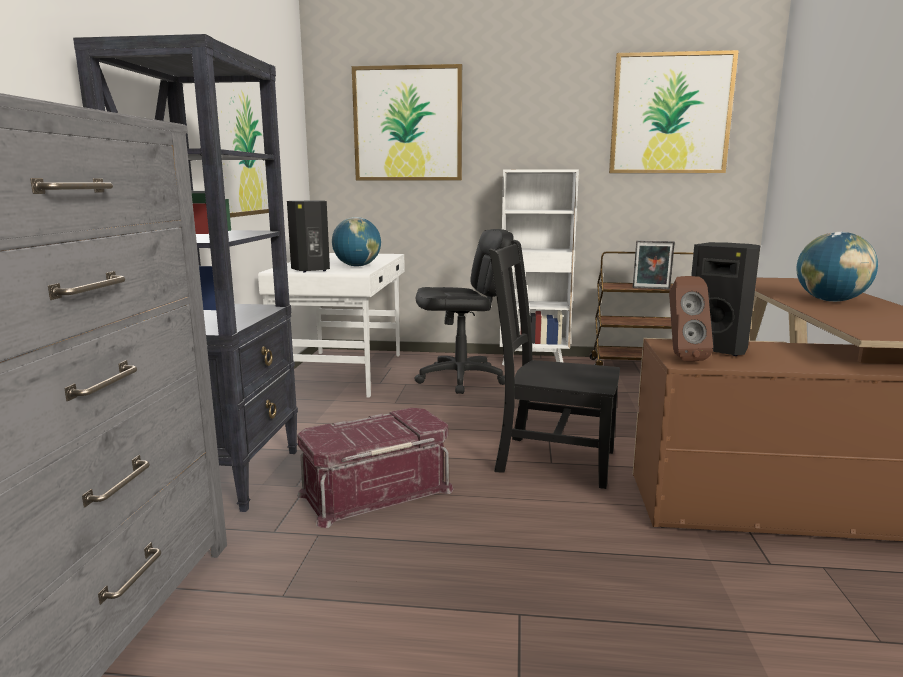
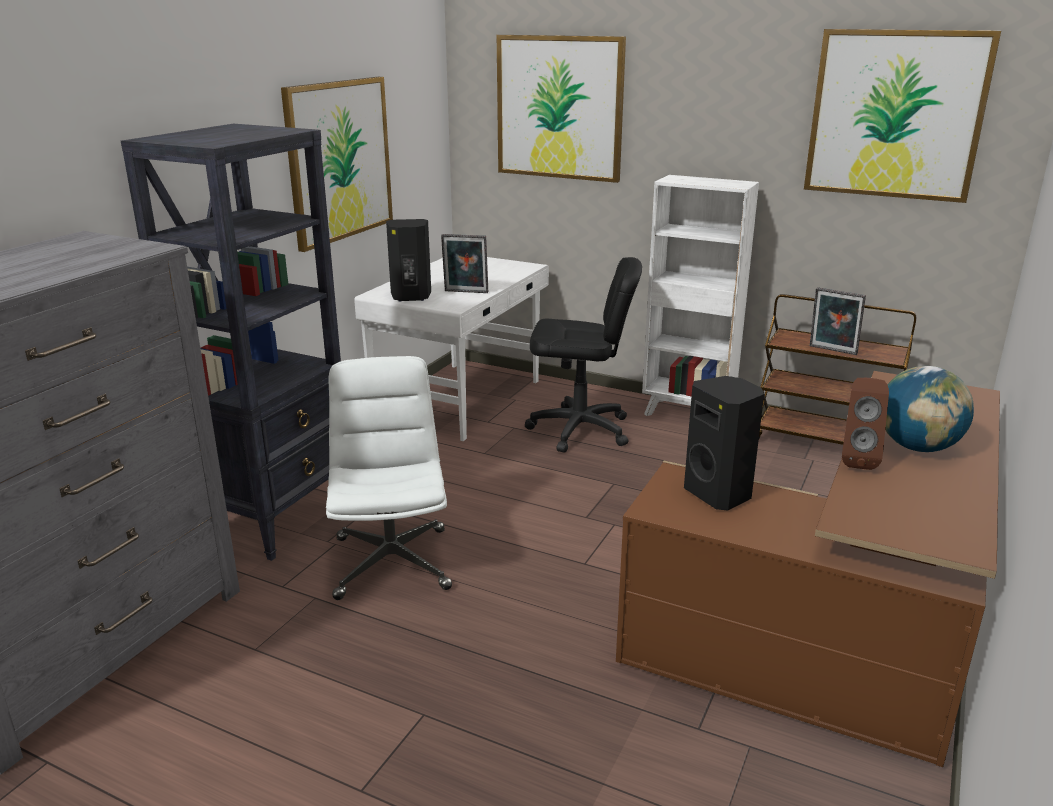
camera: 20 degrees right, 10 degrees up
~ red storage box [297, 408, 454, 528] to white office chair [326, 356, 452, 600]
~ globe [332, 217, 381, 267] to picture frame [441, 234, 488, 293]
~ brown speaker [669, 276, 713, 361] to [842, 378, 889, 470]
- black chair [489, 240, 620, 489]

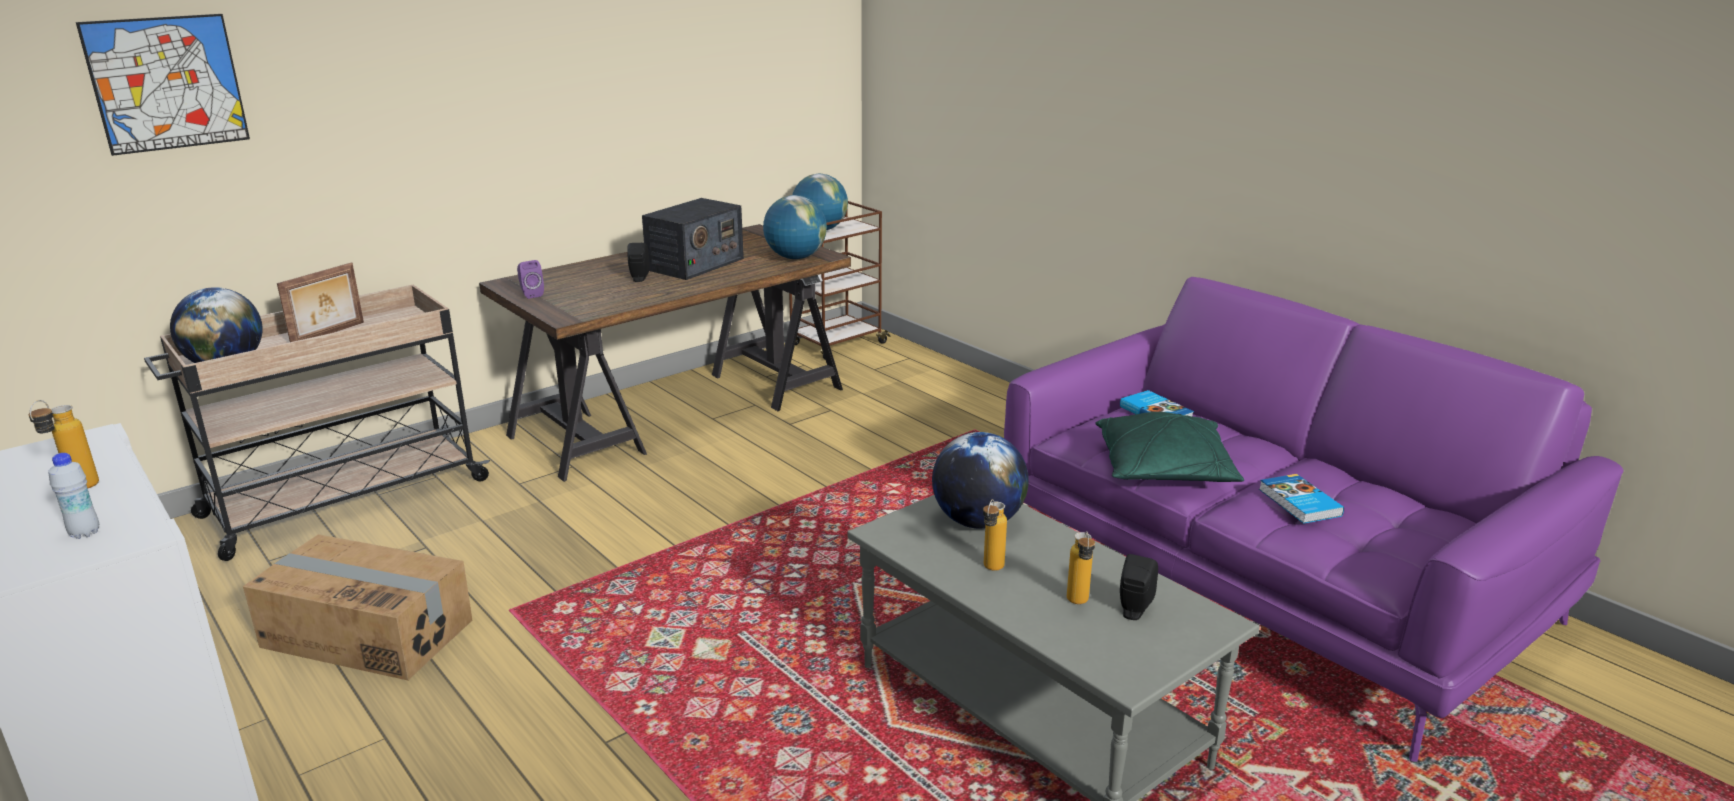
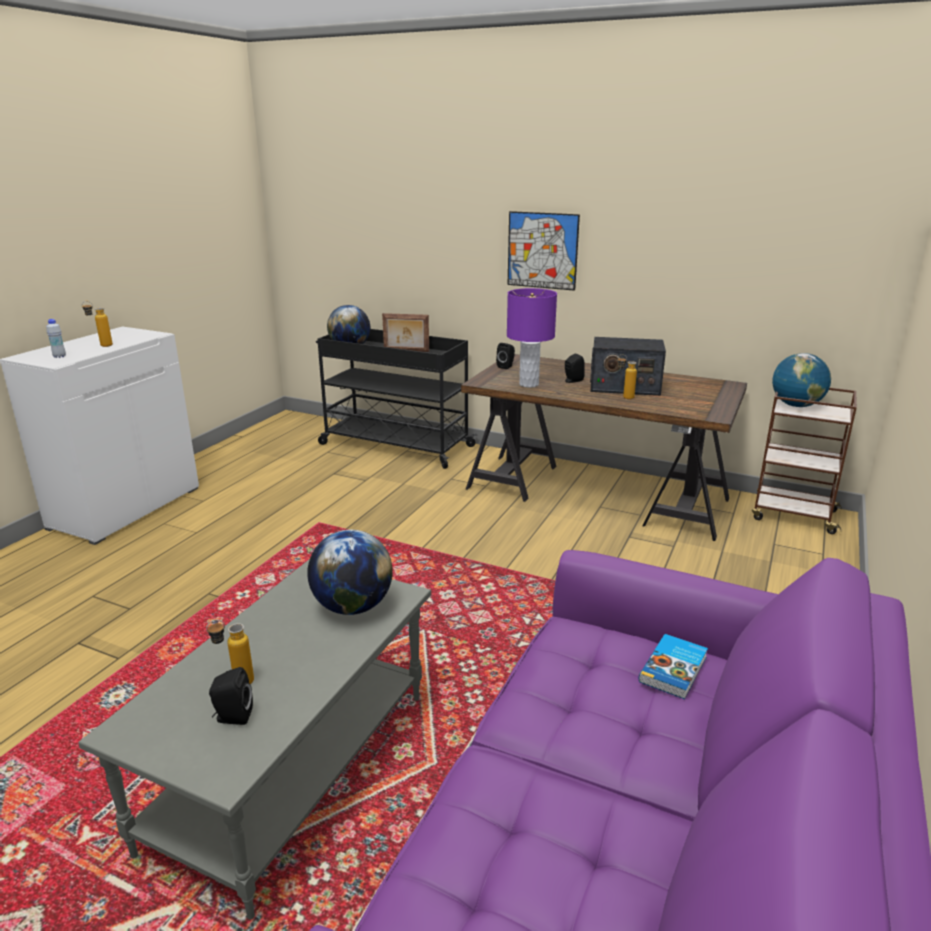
camera: 65 degrees right, 0 degrees up
~ beige cart [144, 285, 490, 561] to black cart [316, 329, 477, 469]
~ purple speaker [517, 260, 544, 299] to black speaker [496, 343, 515, 369]
+ purple table lamp [507, 288, 557, 388]
~ picture [76, 14, 250, 156] to [508, 211, 580, 291]
~ bottle [983, 499, 1007, 571] to [617, 355, 637, 399]
- cardboard box [243, 534, 472, 680]
- globe [763, 195, 827, 259]
- green pillow [1096, 412, 1244, 482]
- book [1259, 474, 1344, 523]

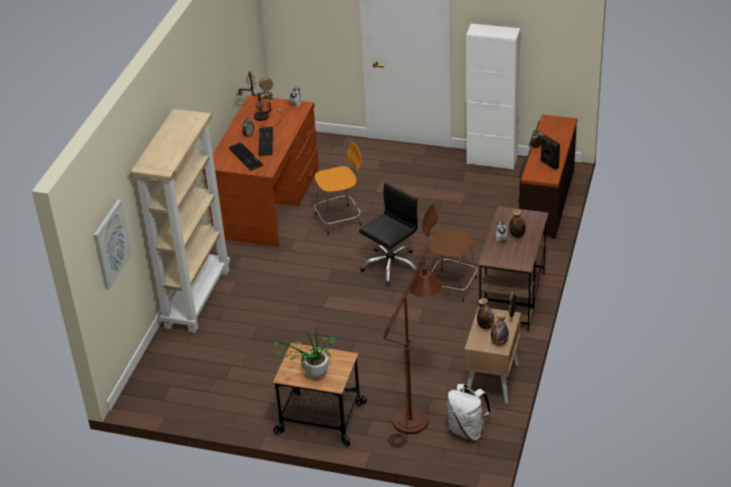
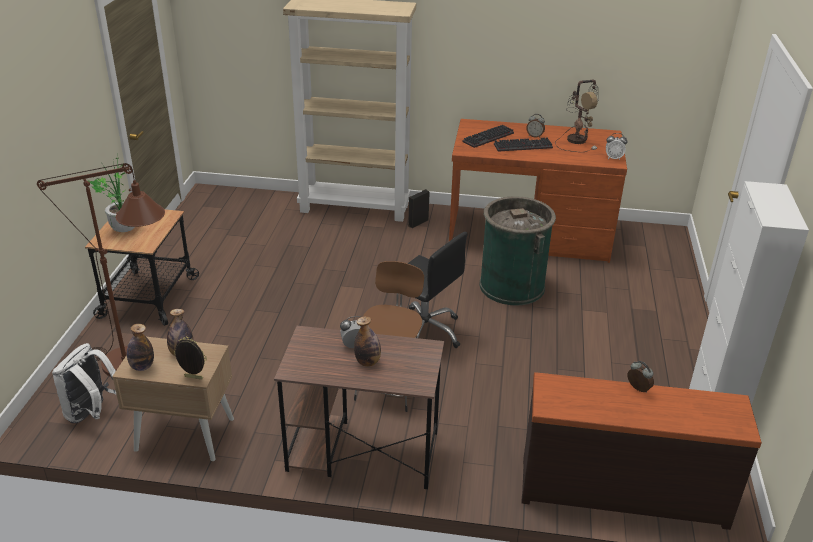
camera: 80 degrees right, 5 degrees down
~ black speaker [540, 135, 560, 170] to [408, 189, 430, 228]
~ orange stool [315, 141, 362, 235] to green trash can [480, 196, 556, 306]
- picture [94, 200, 132, 290]

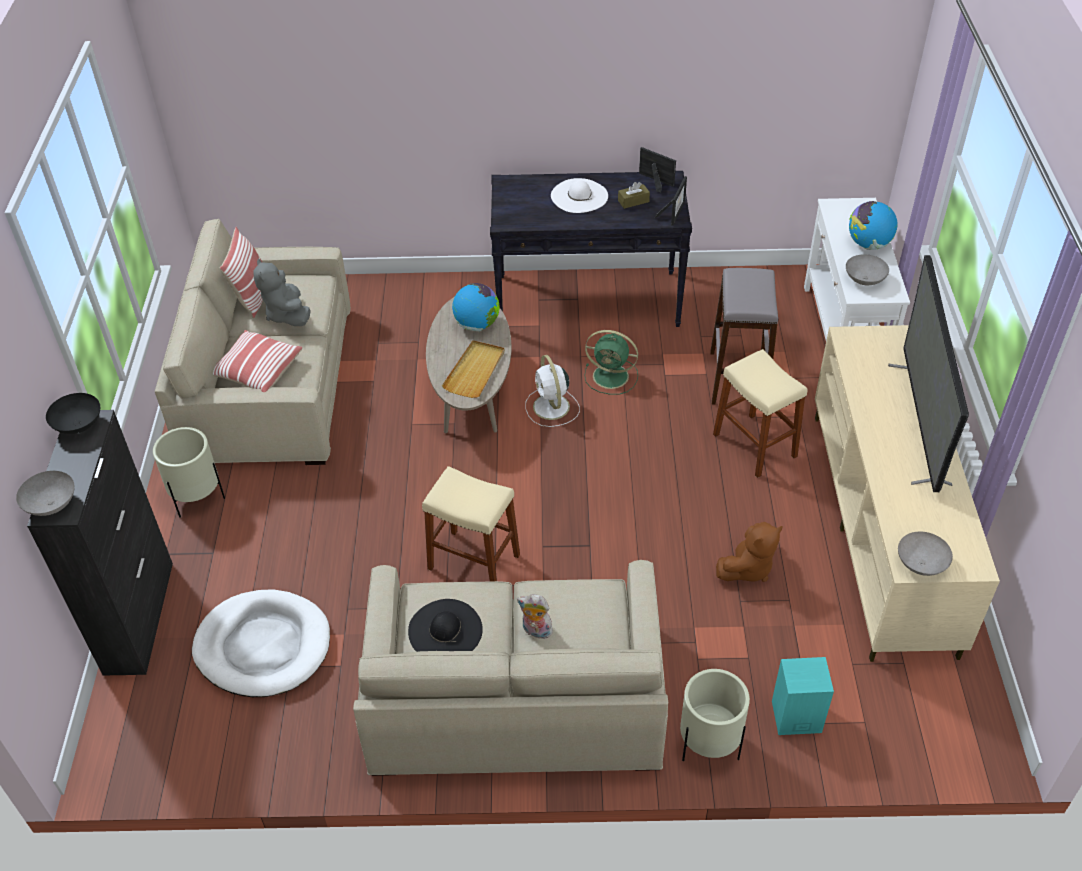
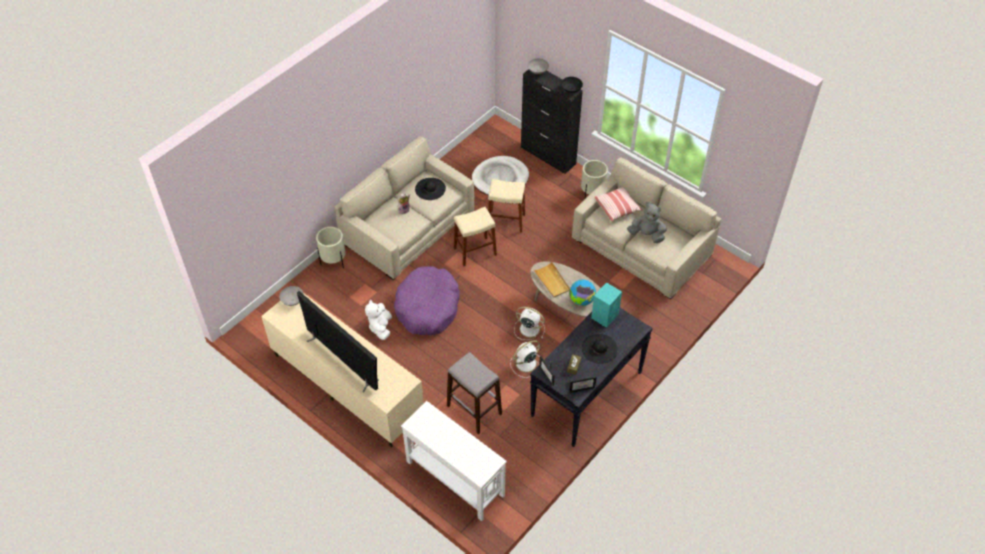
camera: 130 degrees right, 5 degrees up
~ brown plush toy [716, 522, 783, 582] to white plush toy [365, 300, 392, 340]
+ purple dog bed [394, 266, 460, 335]
~ beige stool [713, 349, 807, 478] to [488, 179, 525, 233]
~ green fan [584, 330, 638, 395] to white fan [510, 340, 540, 378]
~ white hat [551, 178, 608, 213] to black hat [582, 334, 618, 364]
~ turquoise speaker [772, 657, 834, 735] to [591, 282, 622, 328]
- pillow [220, 227, 263, 318]
- grey bowl [846, 254, 889, 285]
- globe [849, 201, 898, 250]

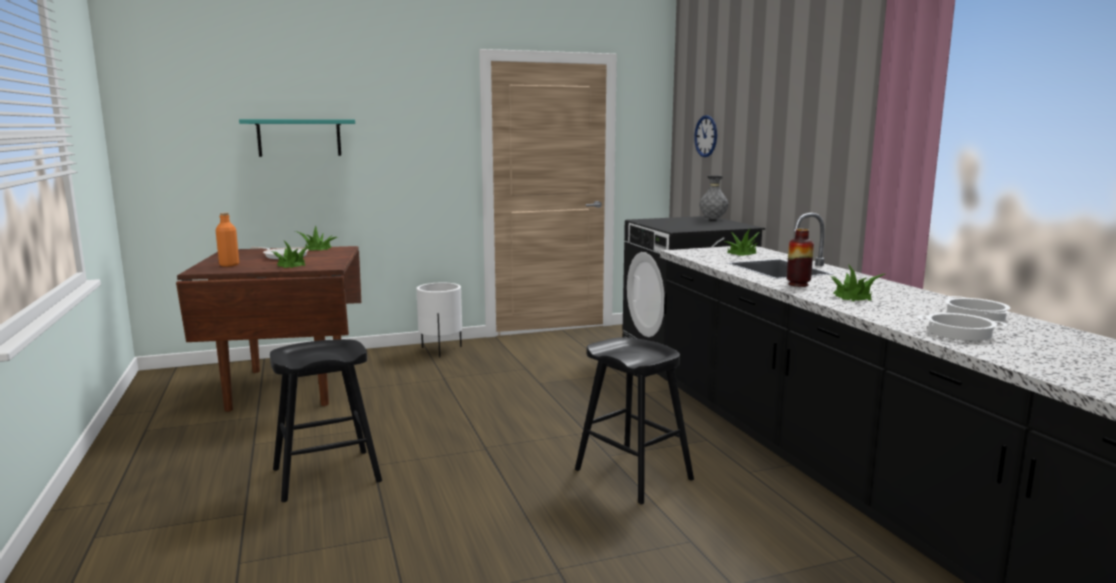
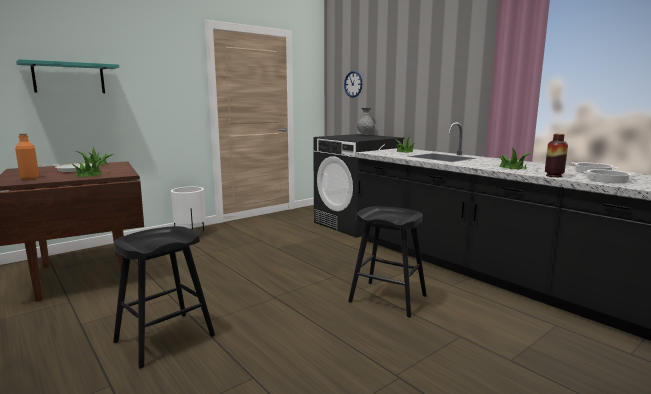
camera: 20 degrees left, 0 degrees up
~ vase [787, 229, 814, 287] to [545, 134, 568, 177]

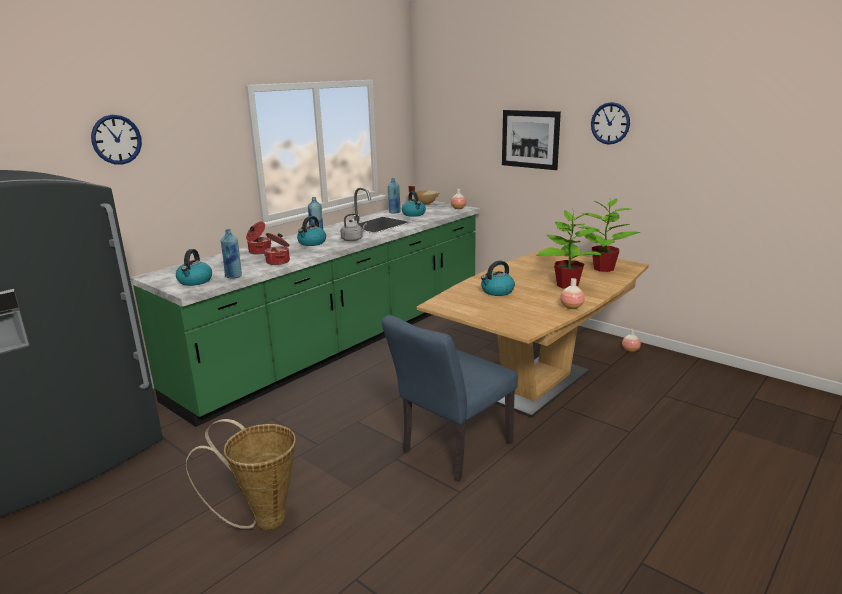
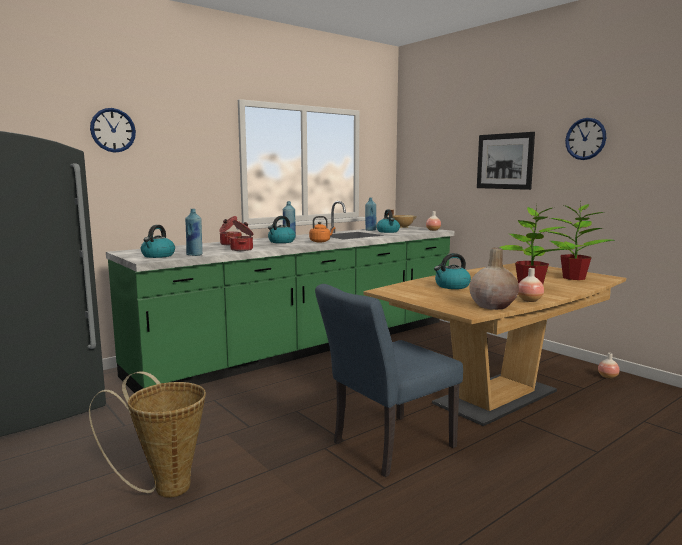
camera: 10 degrees right, 10 degrees down
~ grey kettle [340, 213, 367, 241] to orange kettle [309, 216, 335, 242]
+ beige vase [469, 248, 519, 310]

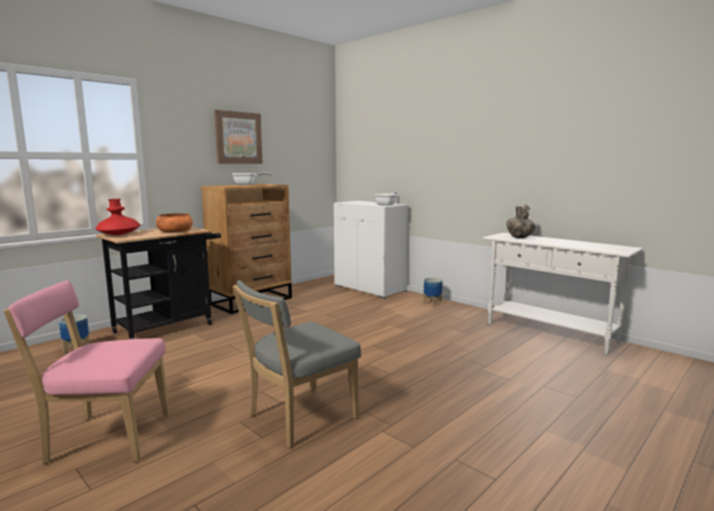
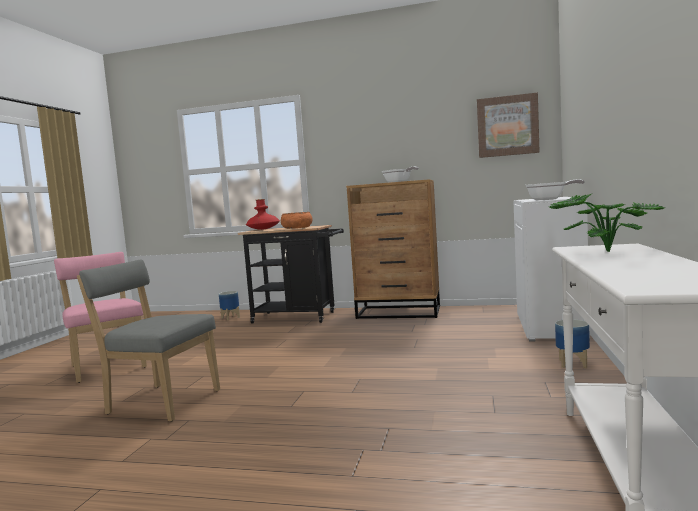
camera: 60 degrees right, 5 degrees down
~ picture [214, 110, 263, 164] to [477, 92, 540, 158]
~ vase [506, 204, 536, 239] to potted plant [549, 194, 665, 252]

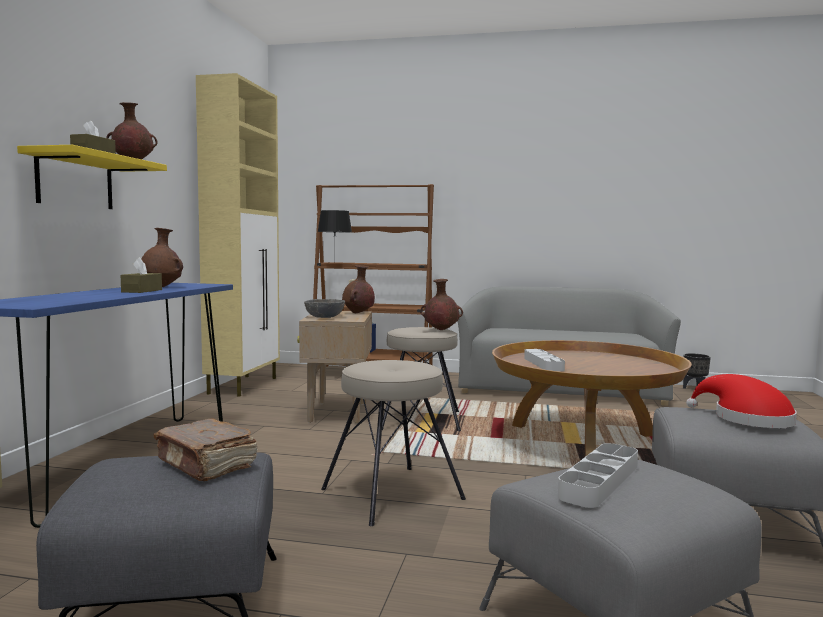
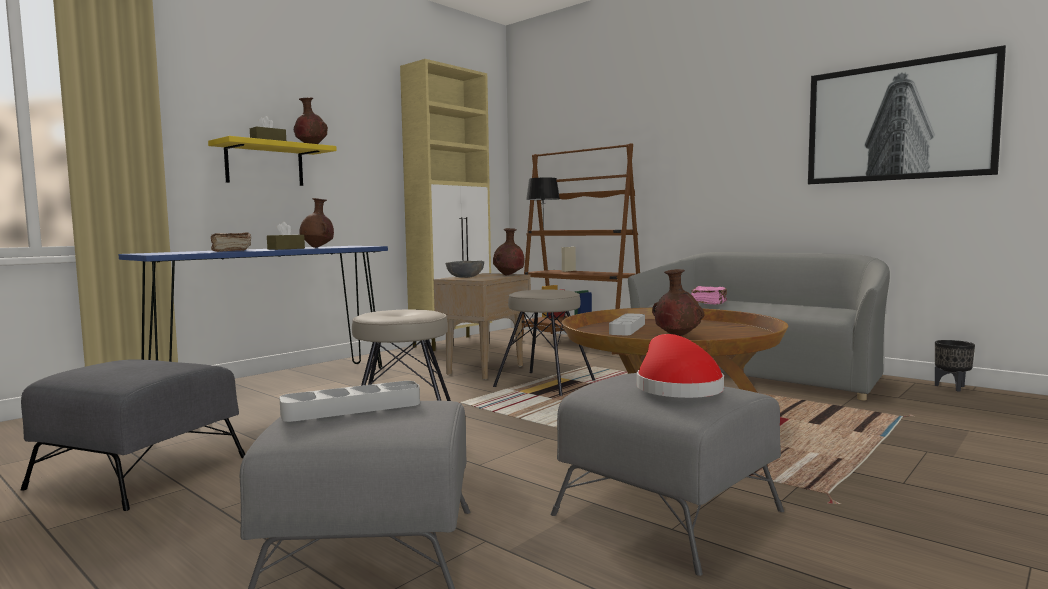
camera: 30 degrees right, 0 degrees up
~ brown book [154, 418, 258, 481] to [211, 232, 251, 252]
~ brown vase [420, 279, 463, 330] to [652, 269, 704, 336]
+ pink book [691, 286, 727, 305]
+ picture [808, 45, 1006, 184]

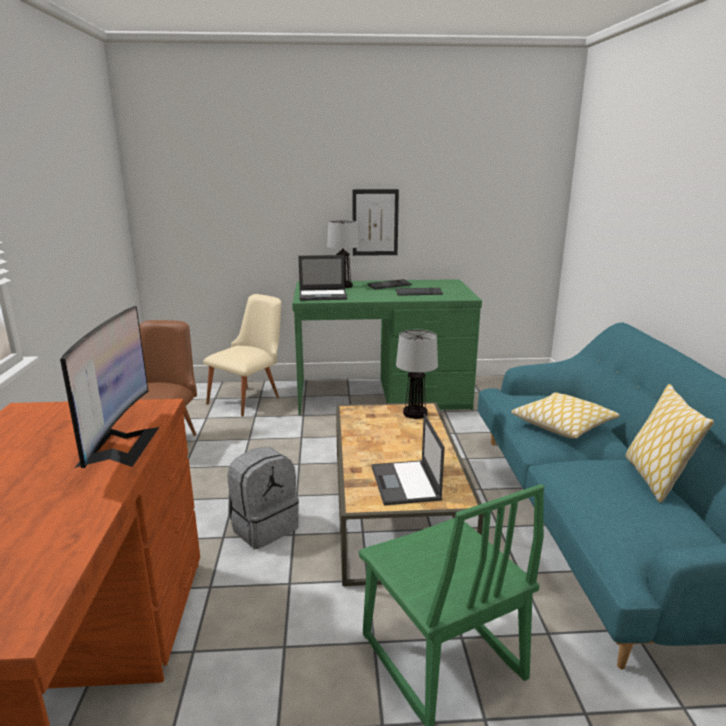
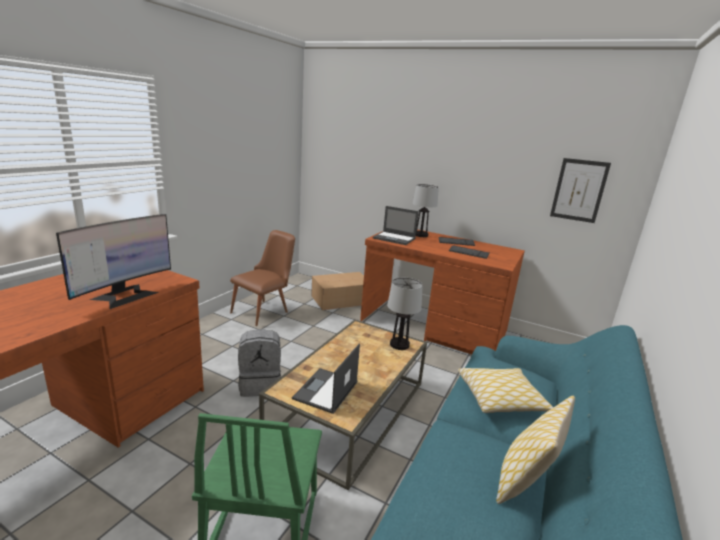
camera: 30 degrees right, 0 degrees up
~ beige chair [203, 294, 282, 417] to cardboard box [311, 272, 364, 310]
~ green desk [292, 279, 482, 415] to brown desk [360, 229, 525, 354]
~ picture [352, 189, 399, 256] to [550, 158, 611, 223]

